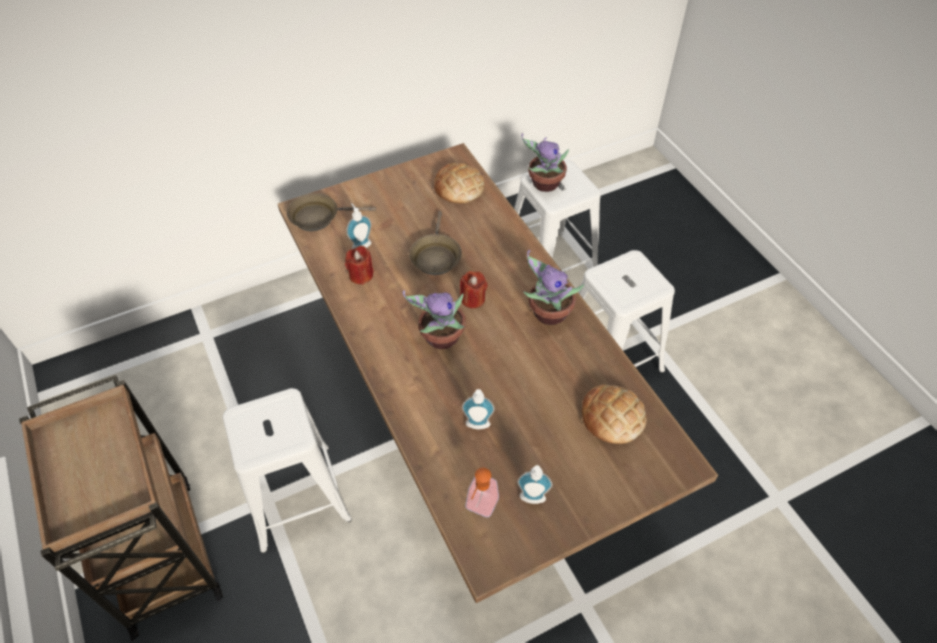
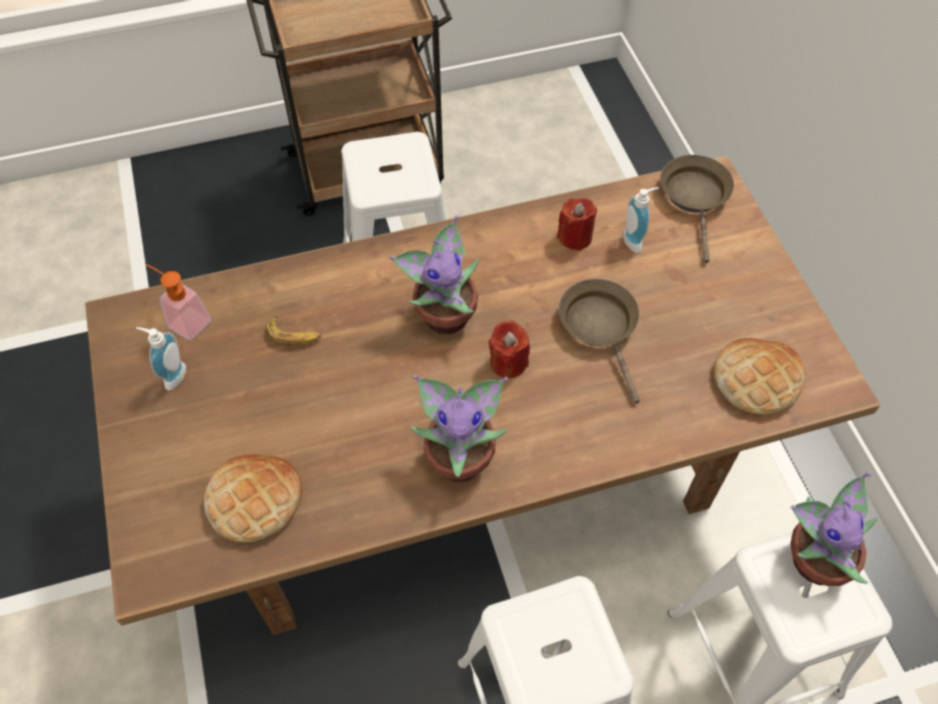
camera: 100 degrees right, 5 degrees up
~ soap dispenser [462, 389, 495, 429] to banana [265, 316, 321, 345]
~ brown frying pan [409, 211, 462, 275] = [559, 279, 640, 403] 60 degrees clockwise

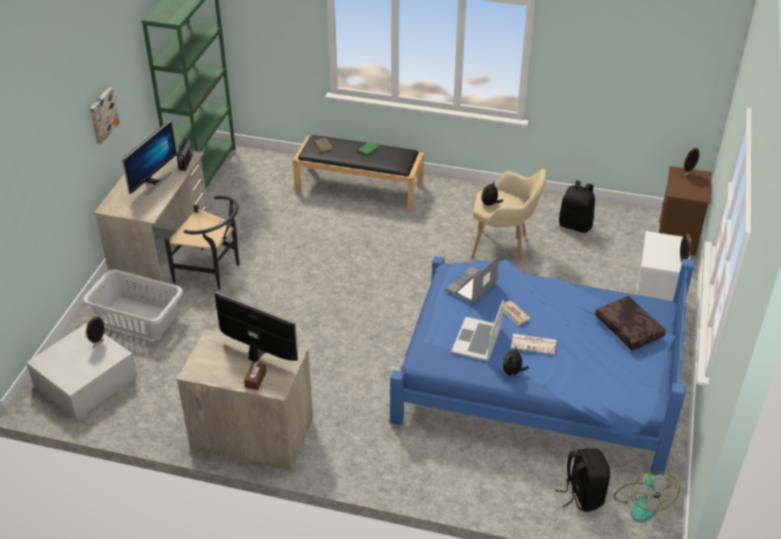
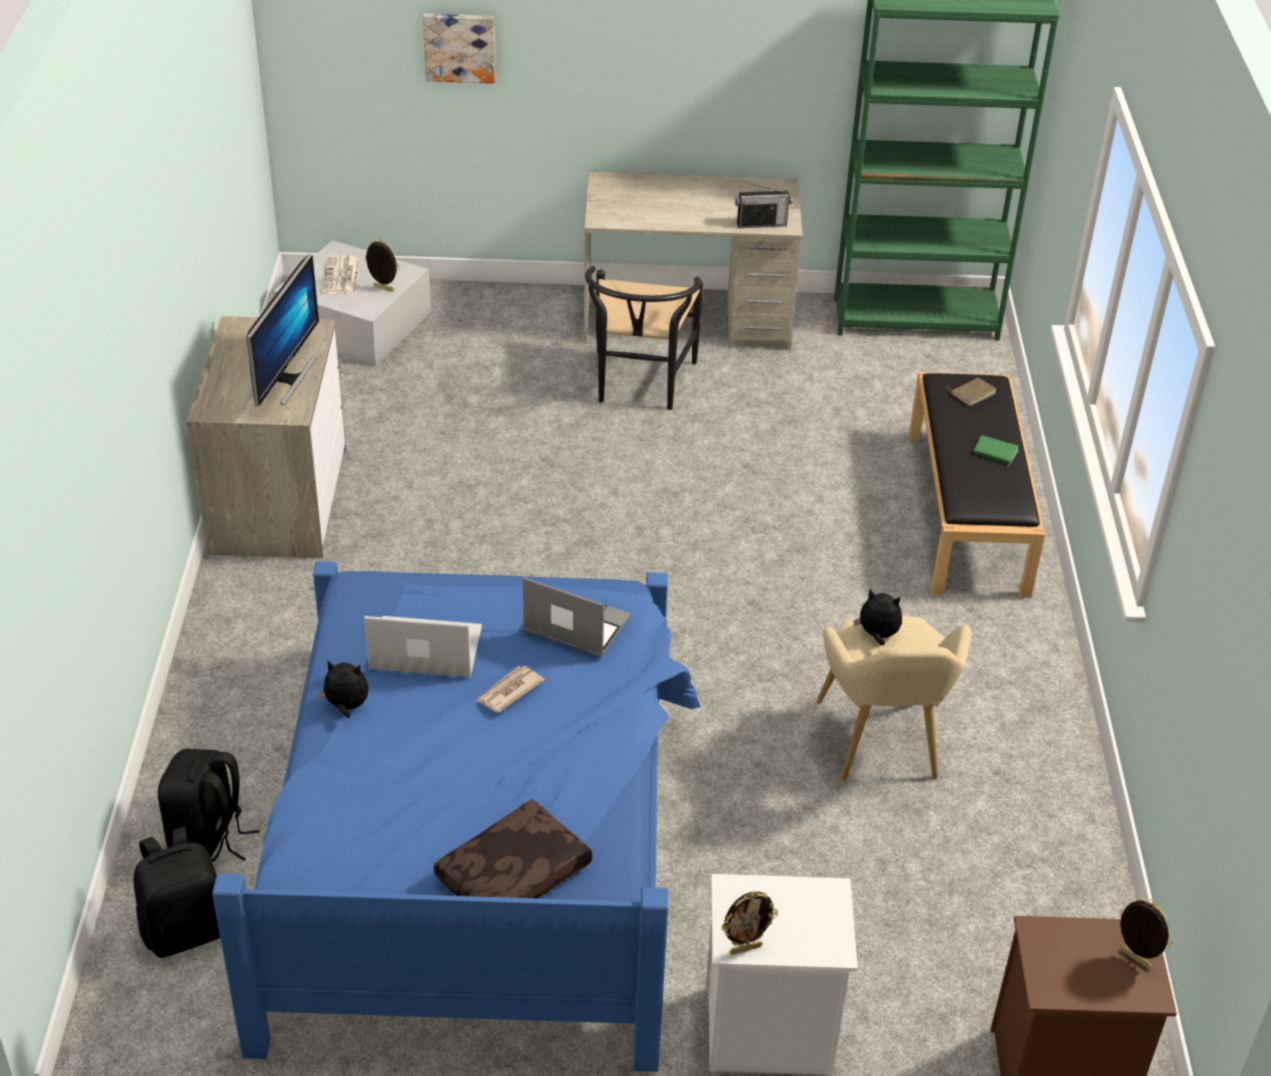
camera: 75 degrees right, 0 degrees up
~ black backpack [559, 180, 595, 233] to [158, 749, 260, 862]
~ newspaper [511, 334, 556, 355] to [322, 255, 360, 294]
~ picture [90, 87, 120, 144] to [423, 14, 495, 84]
- grey laundry basket [83, 269, 183, 340]
- monitor [122, 121, 177, 195]
- brown tissue box [244, 362, 266, 390]
- fan [614, 471, 680, 522]

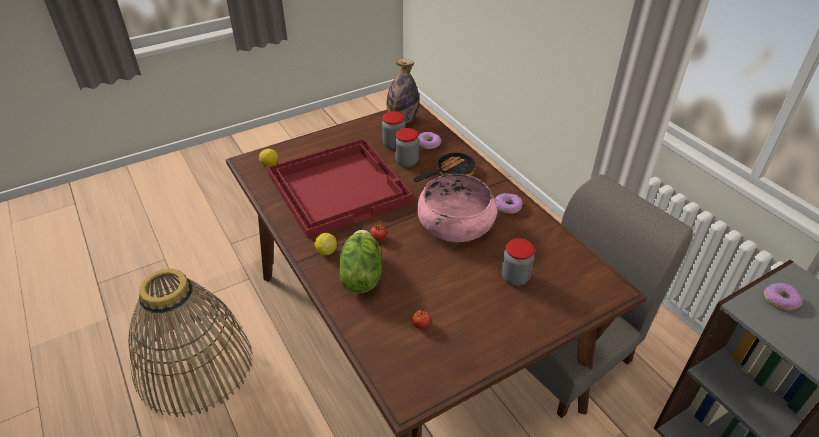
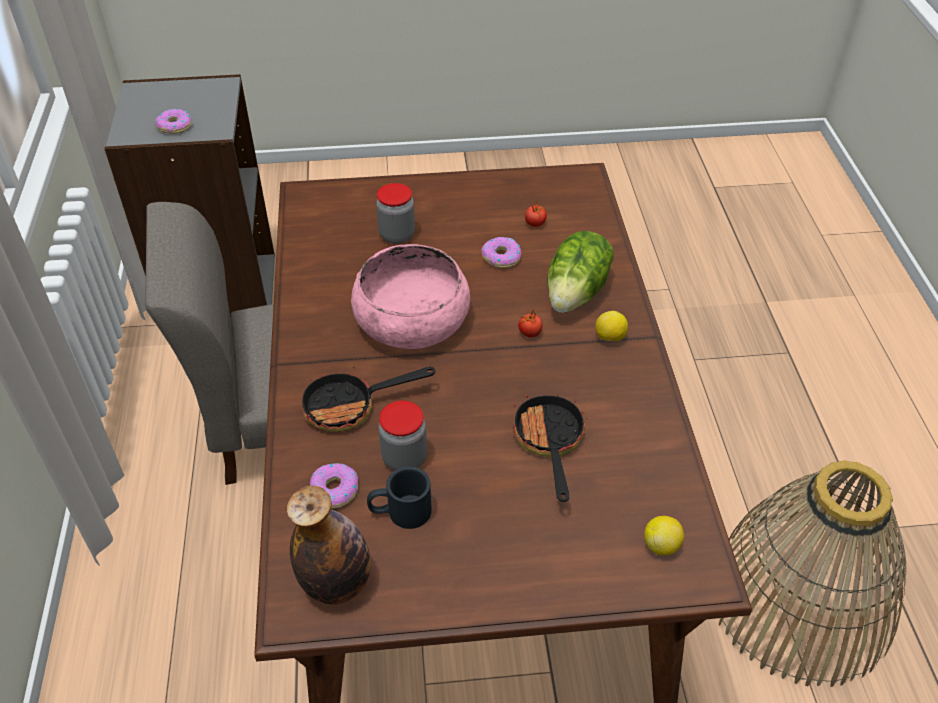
camera: 155 degrees left, 5 degrees up
~ jar [382, 111, 405, 150] to black mug [367, 466, 432, 529]
~ donut [495, 193, 523, 214] to [481, 237, 521, 268]
~ red tray [267, 138, 413, 239] to frying pan [513, 394, 585, 502]

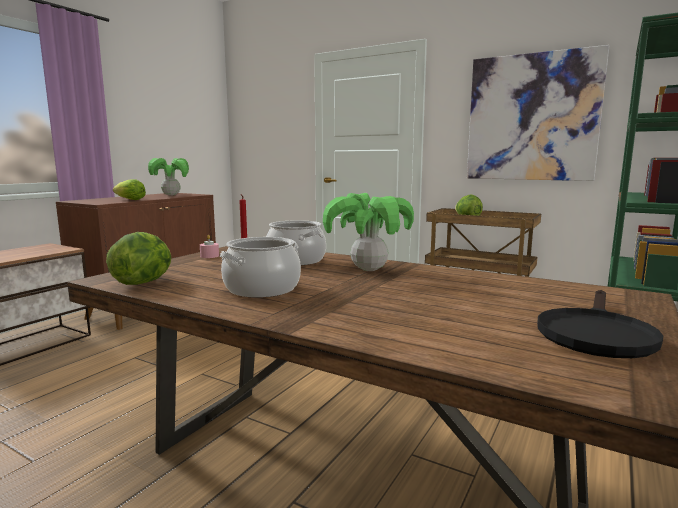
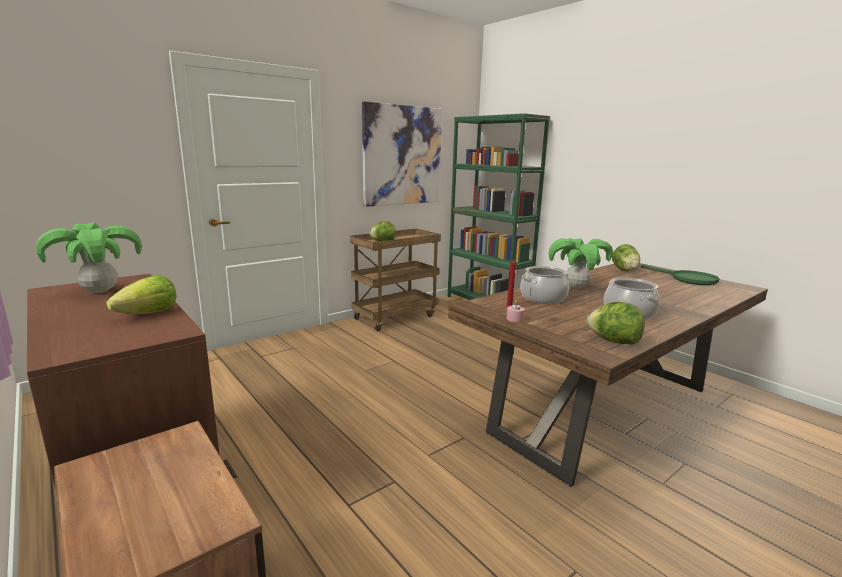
camera: 70 degrees left, 5 degrees up
+ lettuce [612, 244, 640, 272]
~ black frying pan [537, 290, 663, 358] to green frying pan [641, 265, 719, 285]

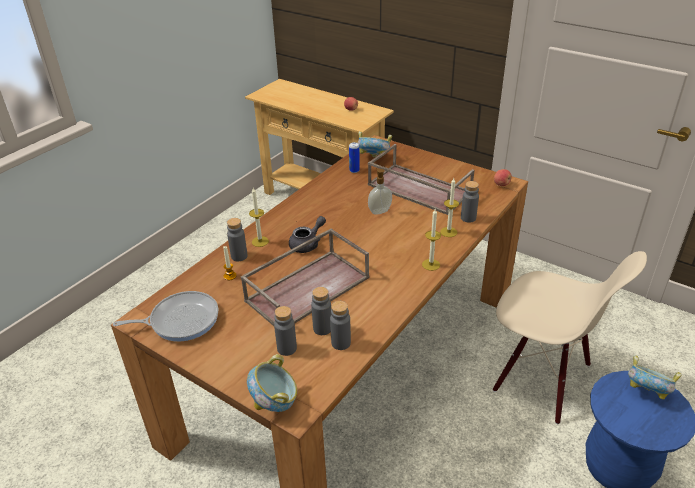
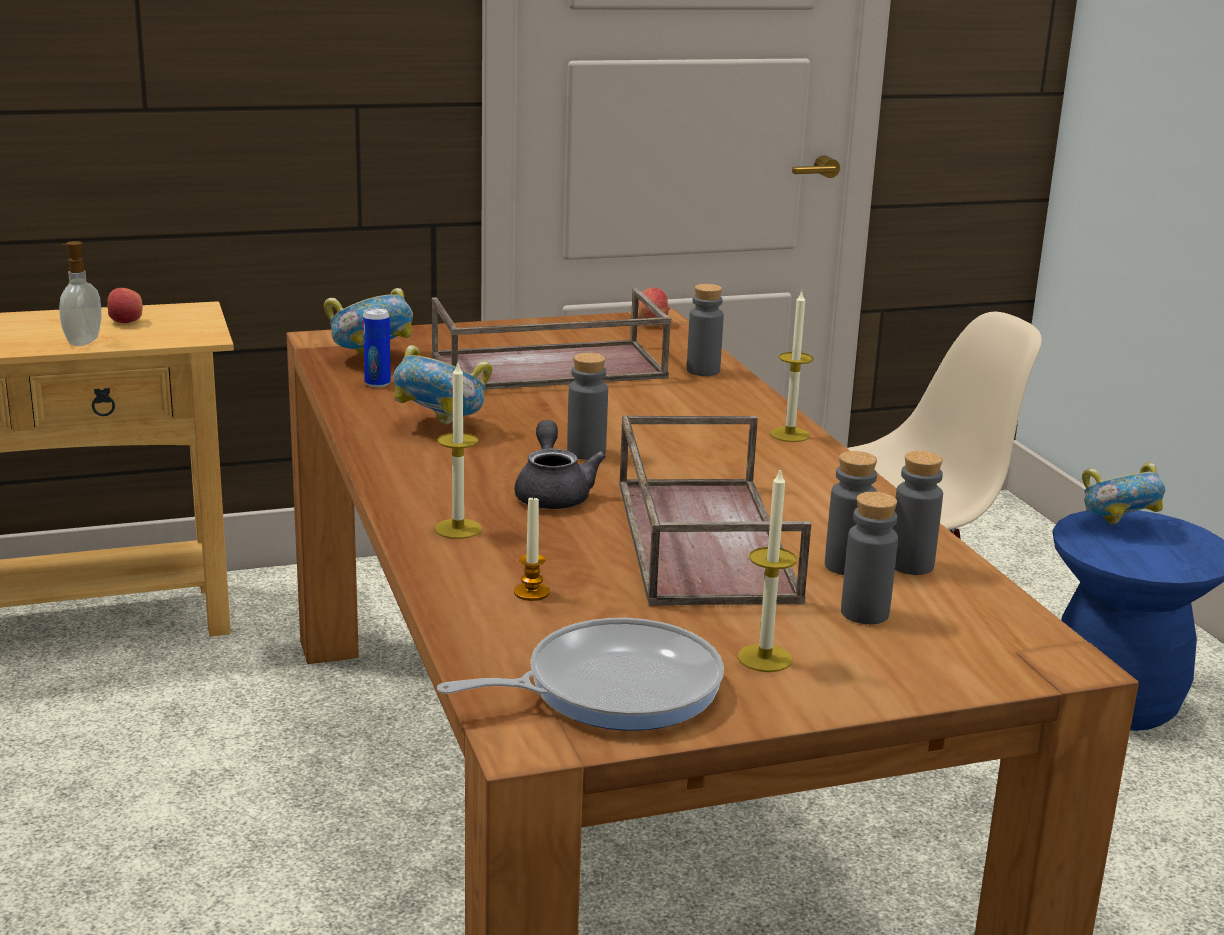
camera: 55 degrees left, 15 degrees down
~ soap dispenser [368, 168, 392, 215] to [56, 241, 101, 346]
~ bowl [247, 354, 297, 412] to [393, 345, 493, 425]
~ frying pan [113, 291, 218, 342] = [437, 618, 724, 731] 45 degrees clockwise
~ grey bottle [227, 218, 248, 261] to [567, 353, 608, 460]
~ candle [440, 178, 459, 237] to [738, 467, 797, 672]

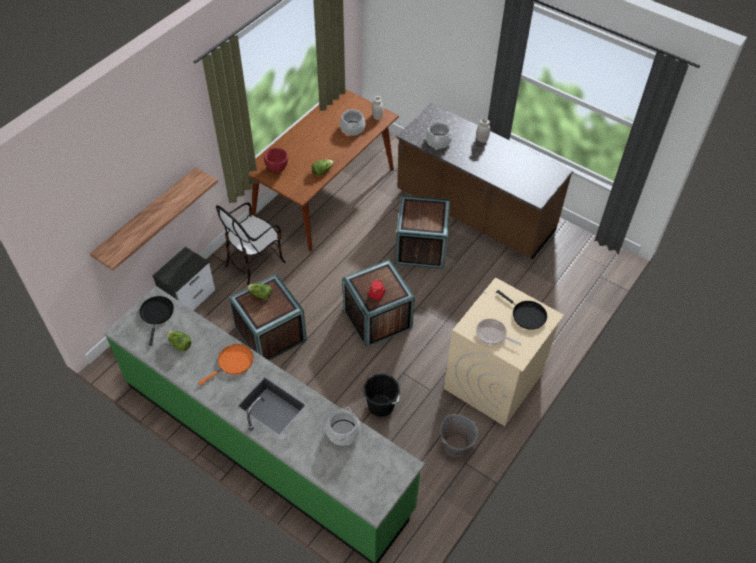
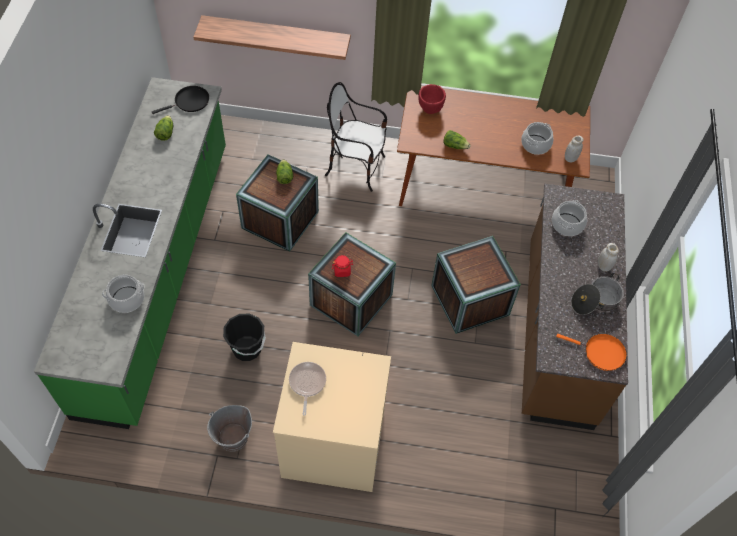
camera: 60 degrees right, 5 degrees up
~ orange frying pan [198, 344, 253, 385] to [556, 334, 627, 371]
+ cooking pot [571, 273, 624, 315]
- nightstand [153, 247, 215, 310]
- black frying pan [496, 290, 547, 330]

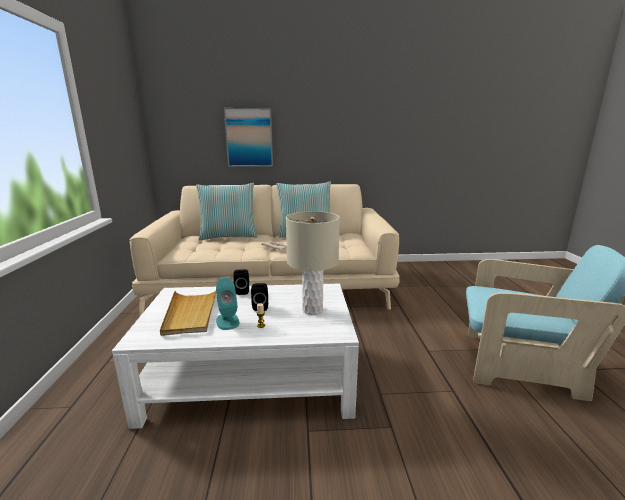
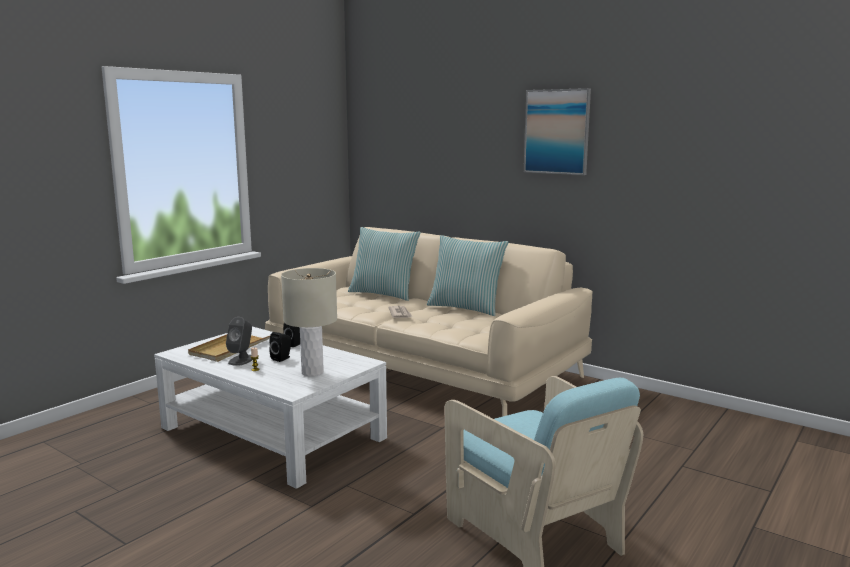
camera: 40 degrees right, 5 degrees down
~ turquoise speaker [216, 277, 239, 330] to grey speaker [226, 317, 252, 366]
~ picture [224, 108, 273, 167] to [524, 88, 591, 175]

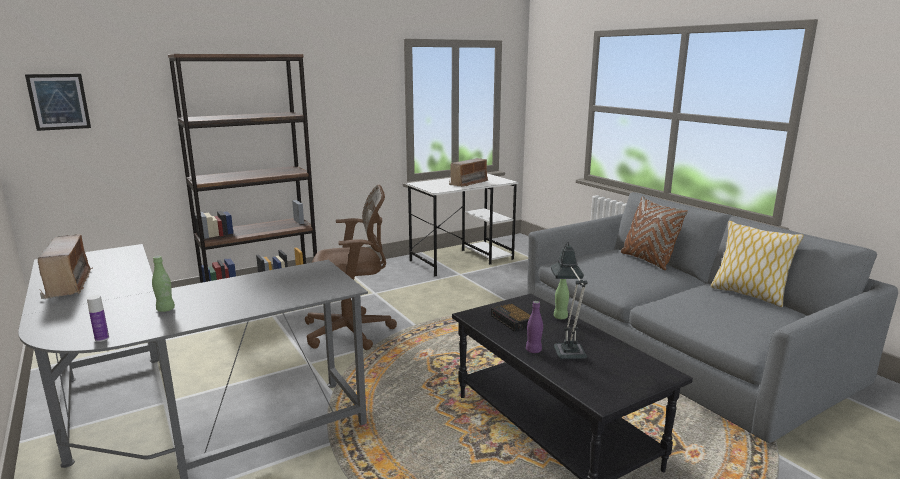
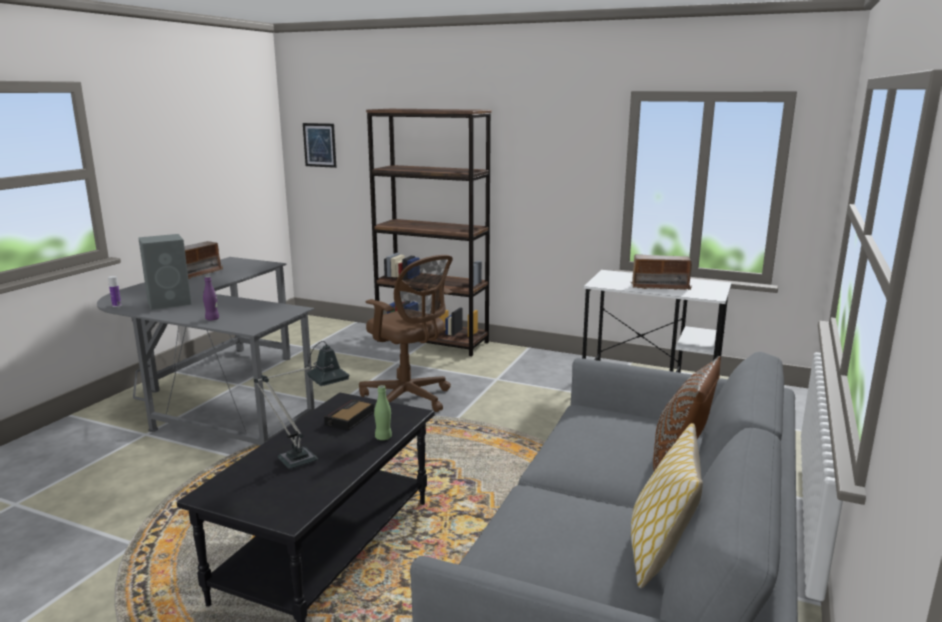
camera: 55 degrees right, 0 degrees up
~ green bottle [152, 256, 175, 312] to grey speaker [138, 234, 192, 310]
~ purple bottle [526, 301, 543, 353] to [203, 276, 219, 320]

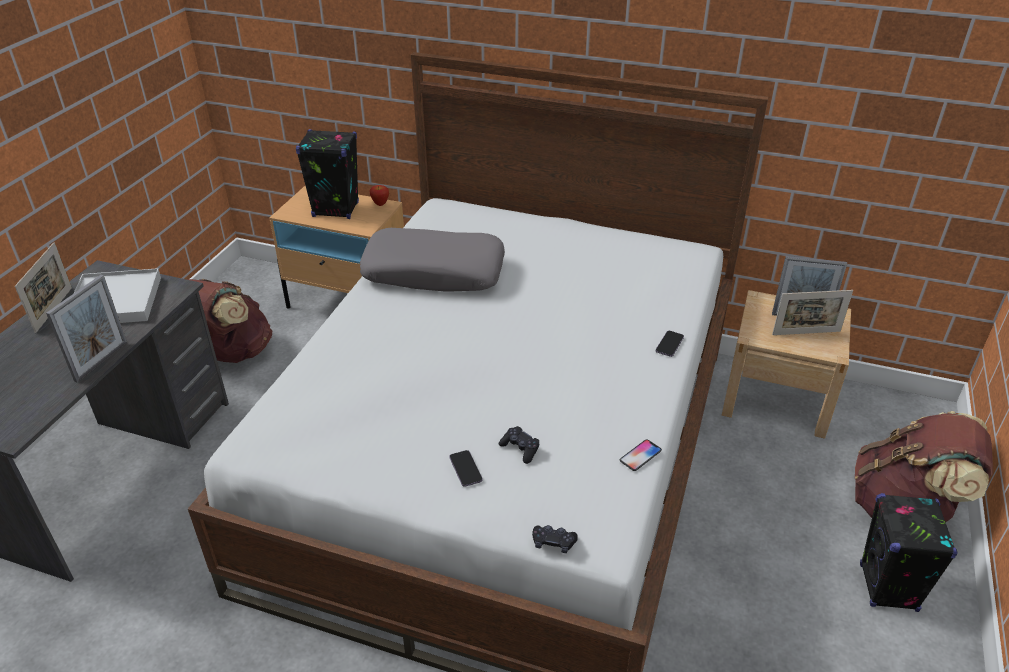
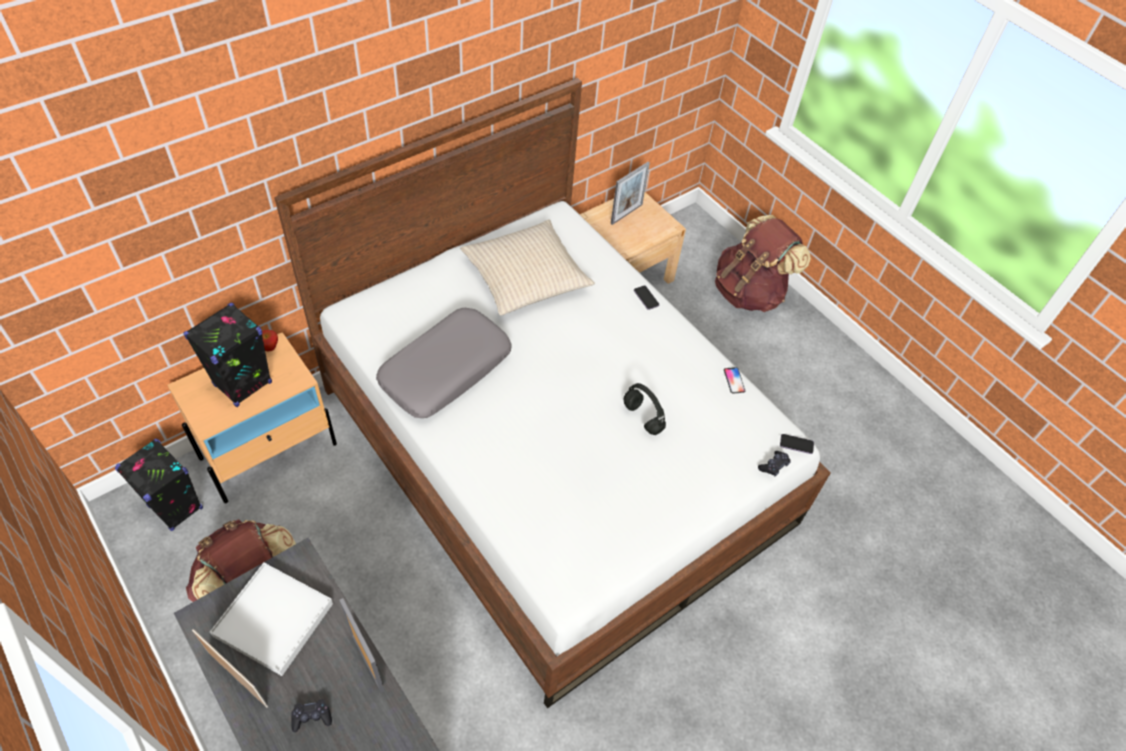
camera: 60 degrees left, 15 degrees up
~ black speaker [860, 493, 957, 612] to [115, 439, 203, 531]
~ black game controller [499, 426, 539, 464] to [291, 699, 332, 732]
+ beige pillow [460, 220, 595, 316]
+ black headphones [623, 383, 666, 435]
~ phone [450, 450, 483, 487] to [780, 434, 814, 454]
- picture frame [772, 290, 853, 335]

